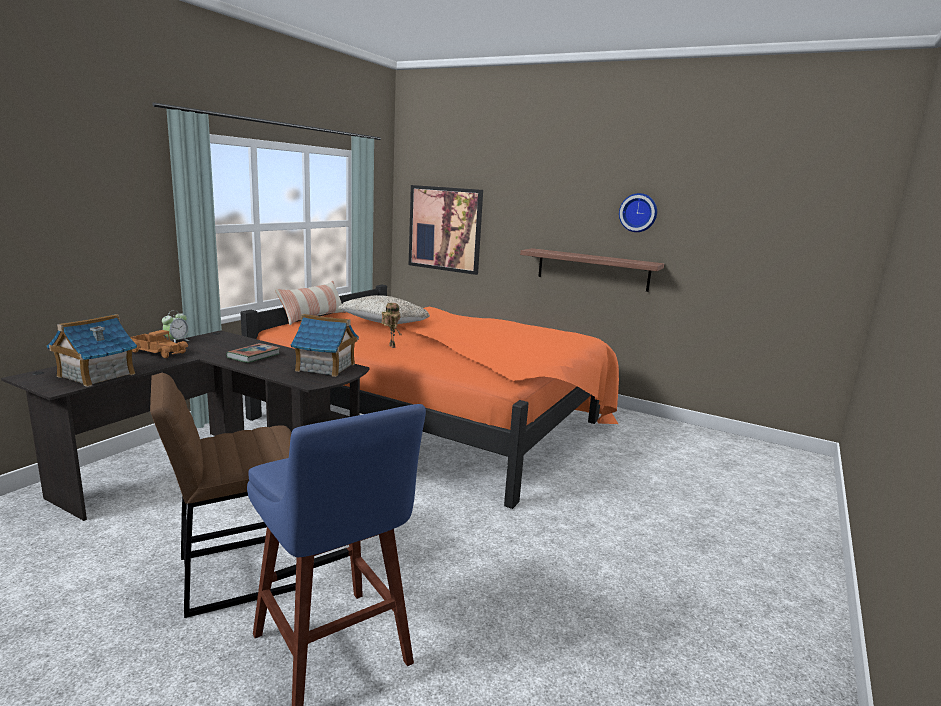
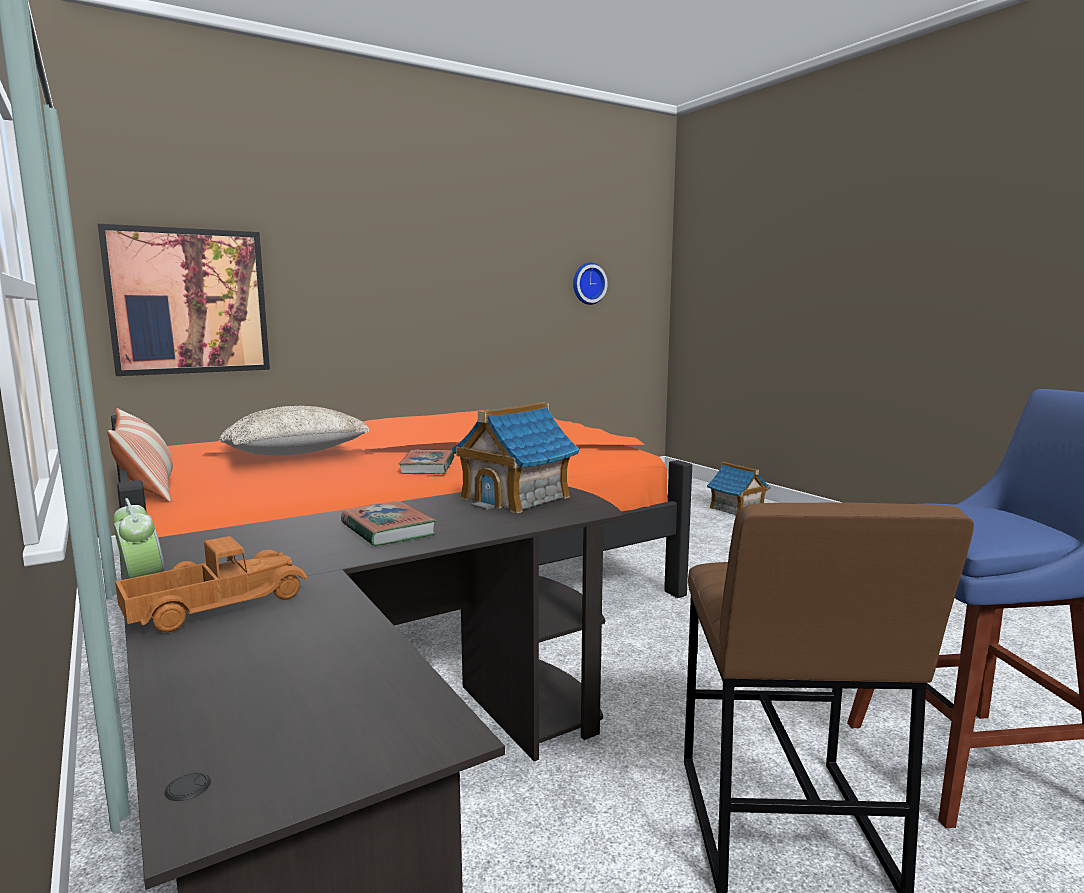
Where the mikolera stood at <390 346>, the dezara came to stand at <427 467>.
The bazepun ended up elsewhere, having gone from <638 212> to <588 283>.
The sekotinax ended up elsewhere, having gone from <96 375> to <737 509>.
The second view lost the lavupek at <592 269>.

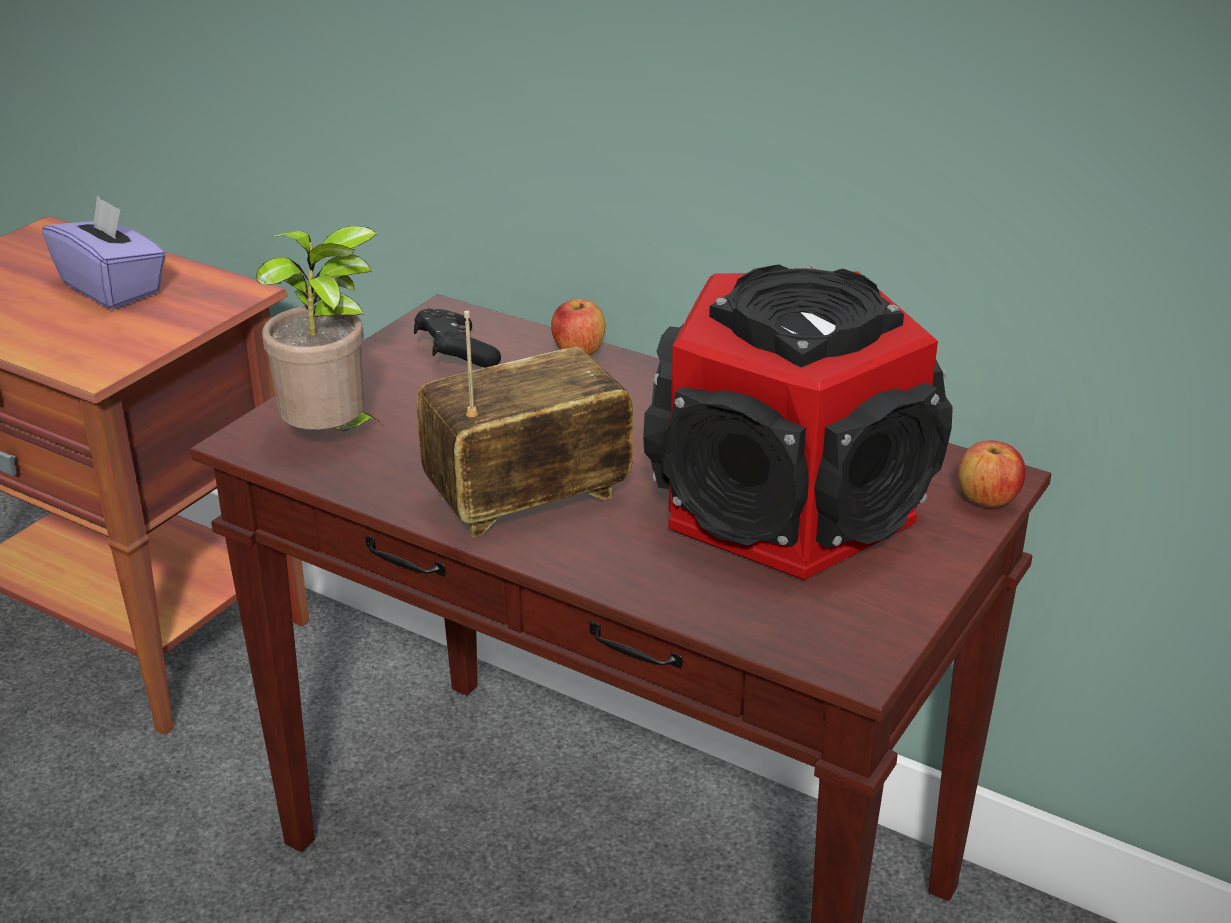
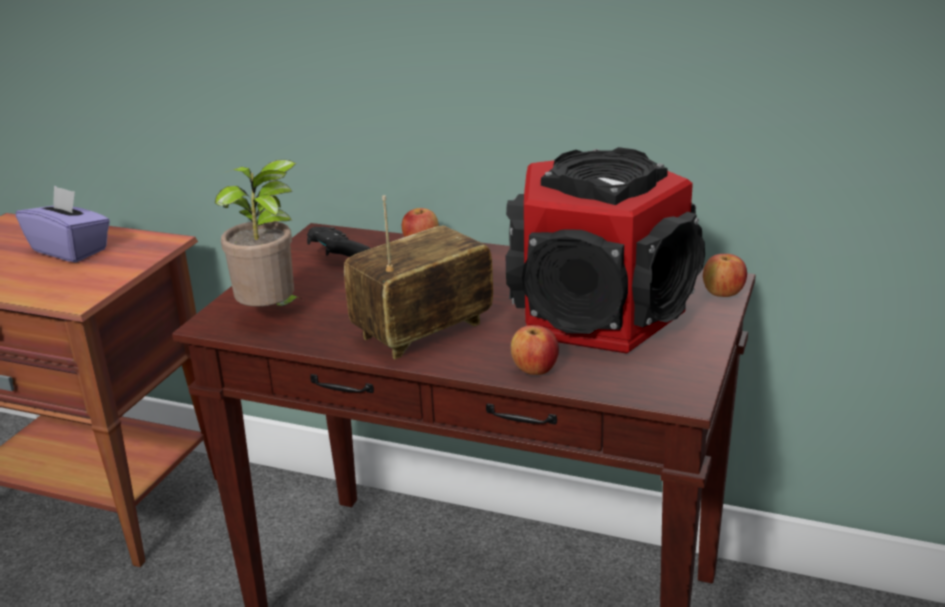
The second view gained the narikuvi at <535 370>.

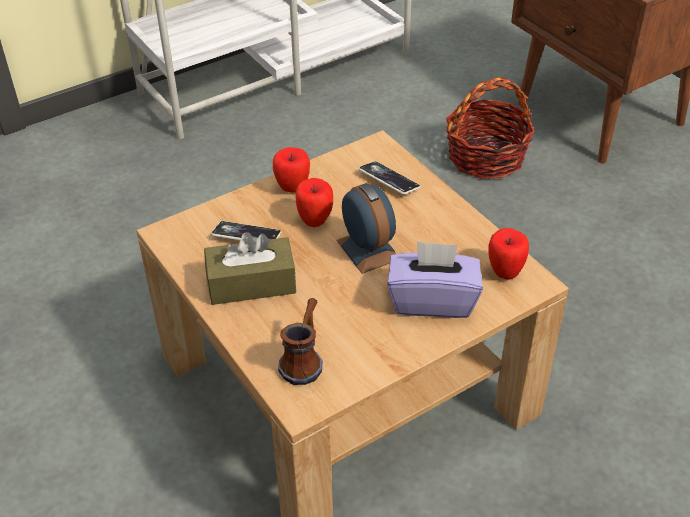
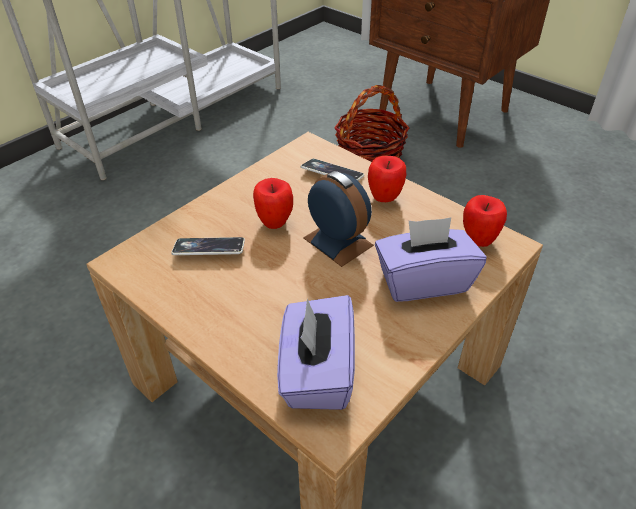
Where the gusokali stood at <304 359>, the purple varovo came to stand at <316 373>.
The narikuvi ended up elsewhere, having gone from <292 189> to <384 198>.
The second view lost the brown varovo at <251 284>.

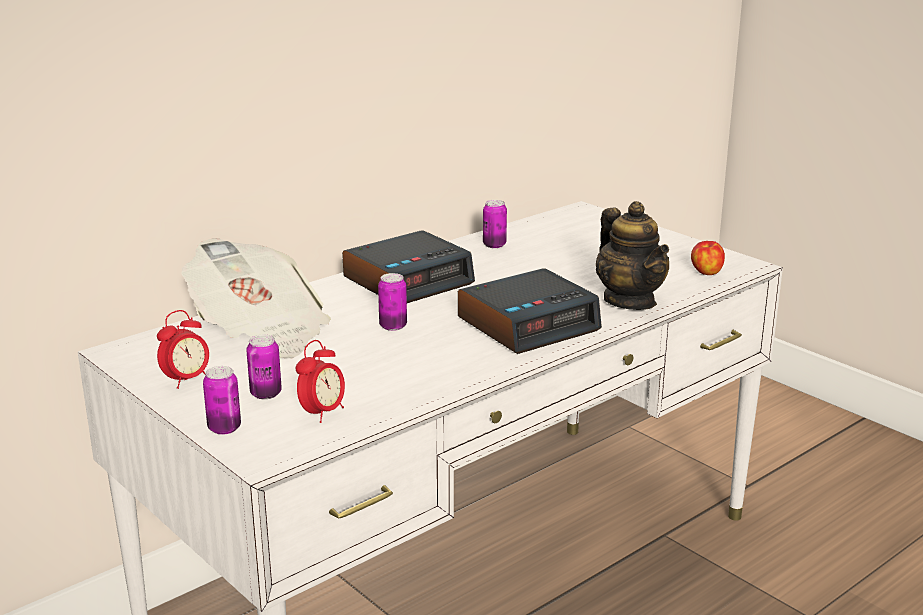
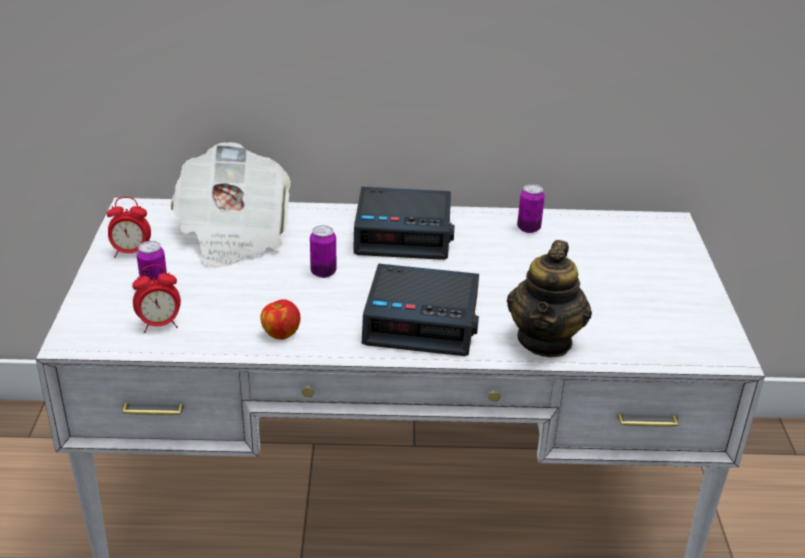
The narikuvi ended up elsewhere, having gone from <706 272> to <280 333>.
The second view lost the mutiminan at <224 428>.

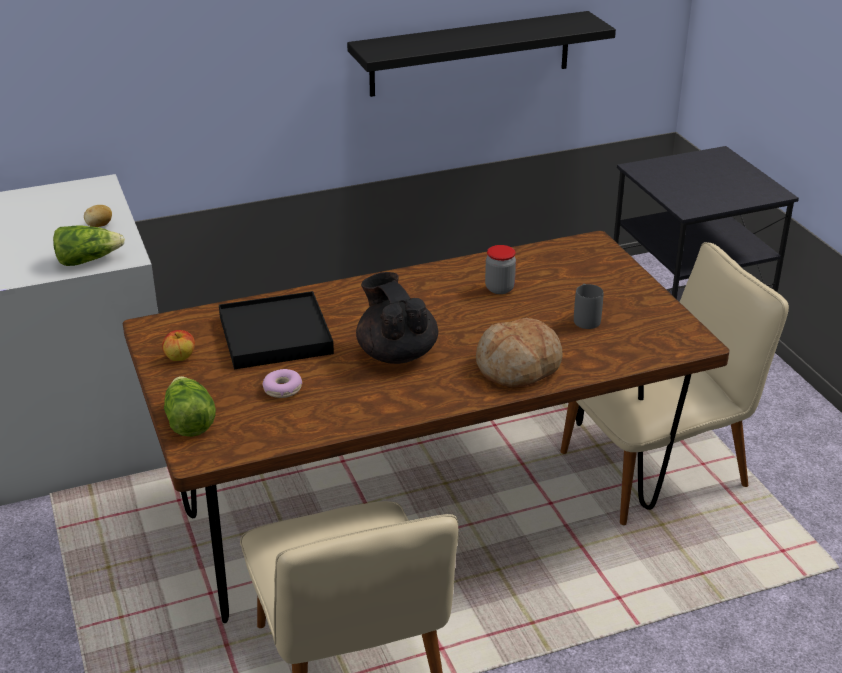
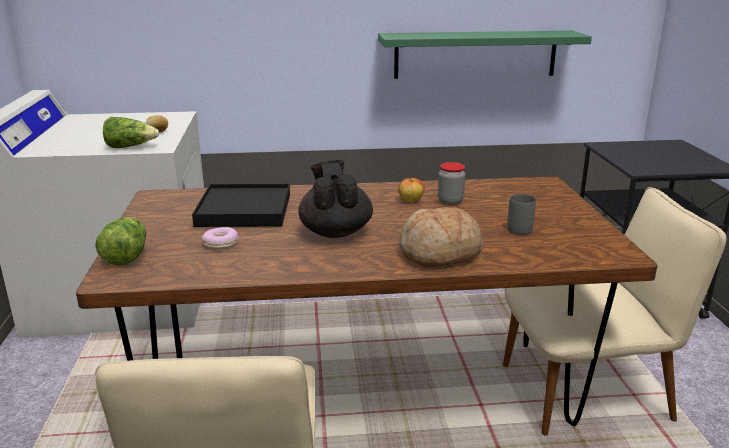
What was the black lavupek at <470 54> turned into the green lavupek at <475 54>.
The narikuvi ended up elsewhere, having gone from <180 357> to <411 200>.

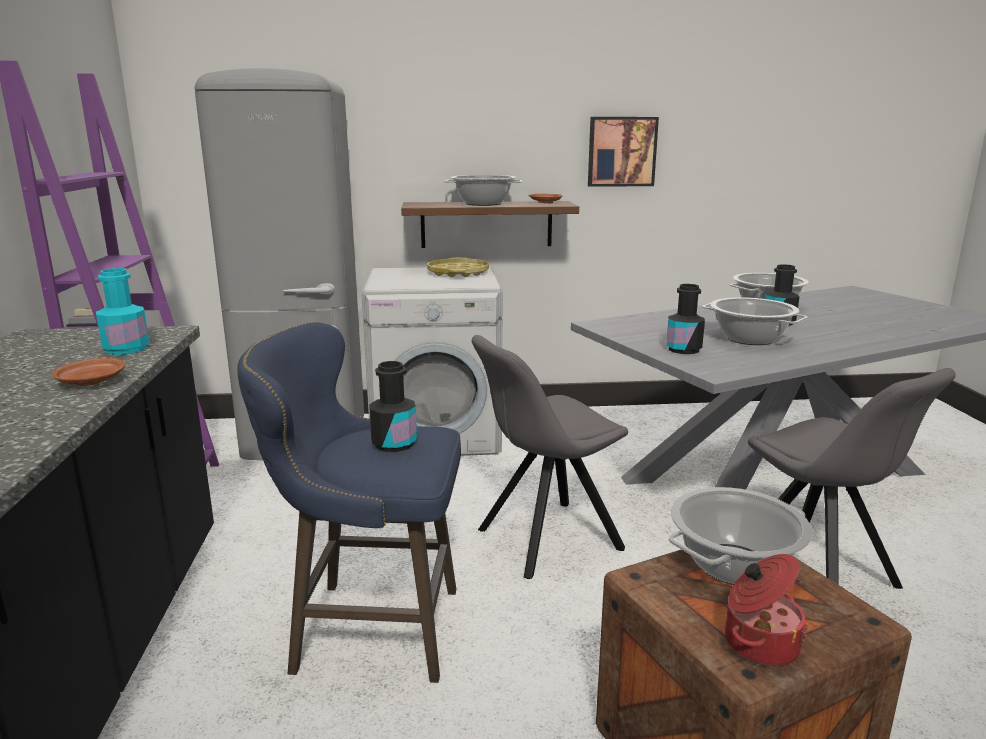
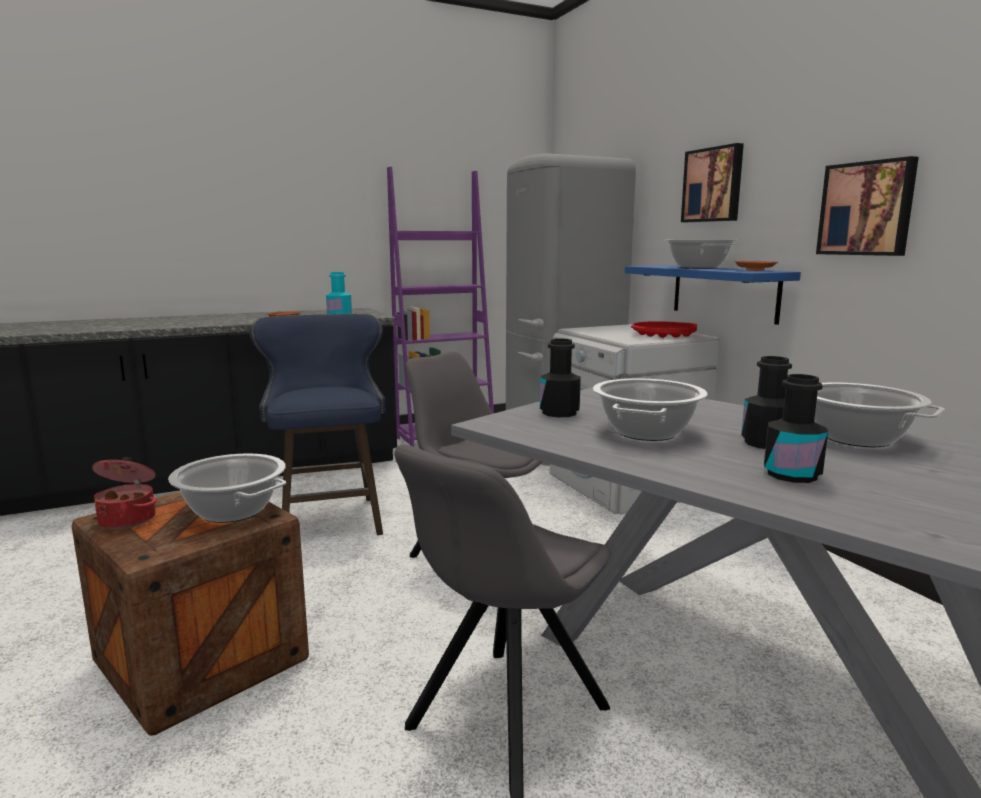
What was the brown lavupek at <486 224> turned into the blue lavupek at <724 292>.
What was the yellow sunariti at <458 273> turned into the red sunariti at <664 334>.
The second view gained the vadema at <713 185>.
The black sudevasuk ended up elsewhere, having gone from <394 443> to <791 474>.

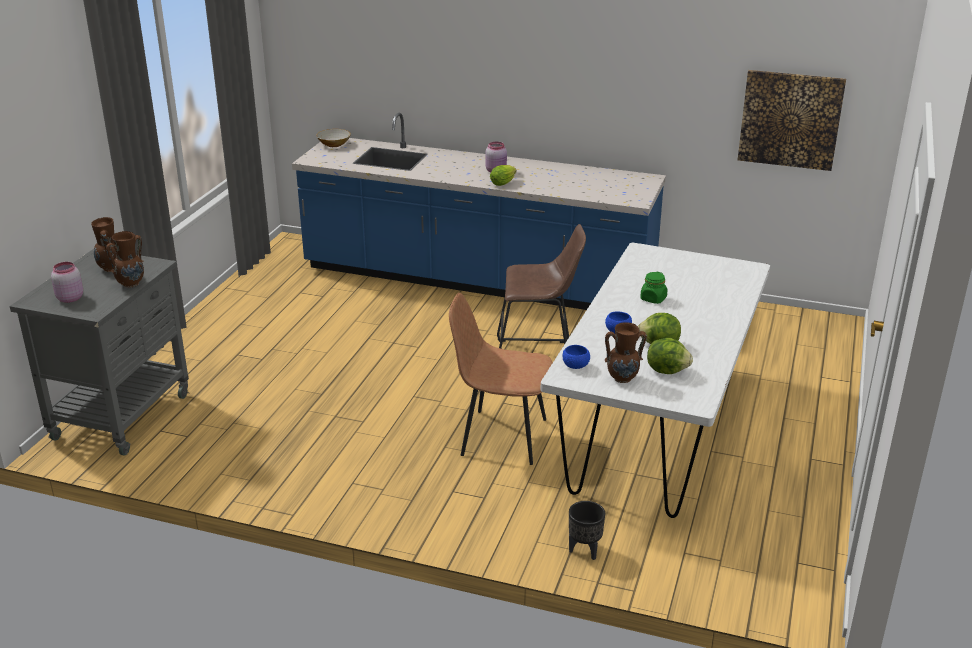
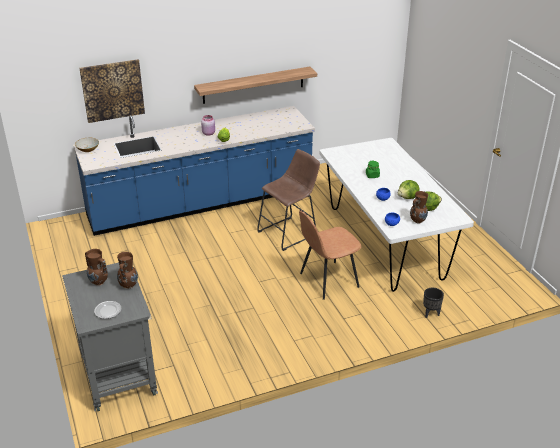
The vadema ended up elsewhere, having gone from <790 119> to <112 90>.
Where the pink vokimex stood at <69 298>, the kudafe came to stand at <107 311>.
The second view gained the lavupek at <253 85>.

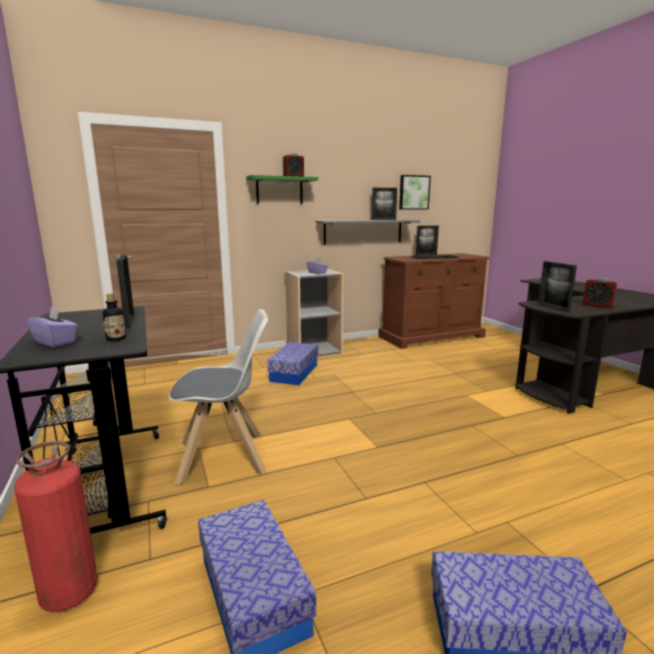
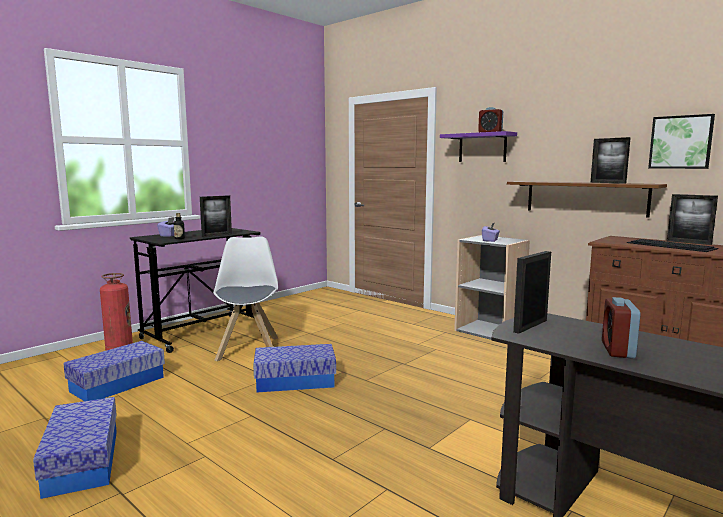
The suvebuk at <225 457> ended up facing another way, 150 degrees counterclockwise from before.
The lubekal ended up elsewhere, having gone from <294 373> to <295 381>.
What was the green lavupek at <279 190> turned into the purple lavupek at <482 147>.
What was the grey lavupek at <363 231> turned into the brown lavupek at <585 198>.

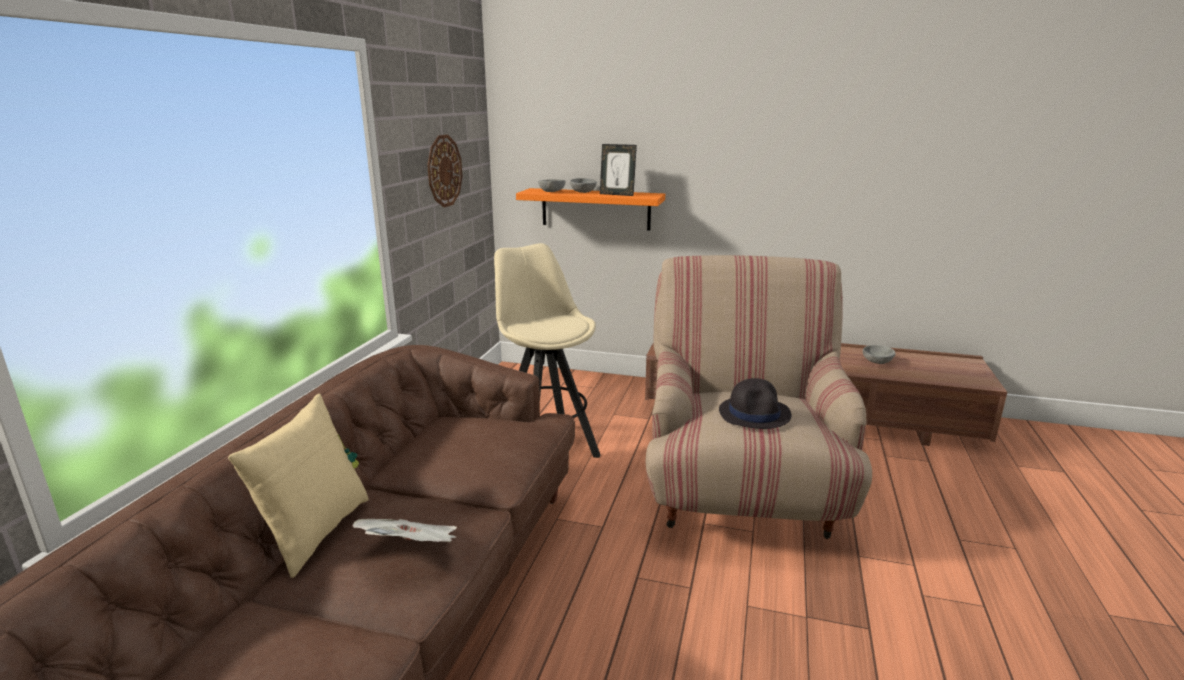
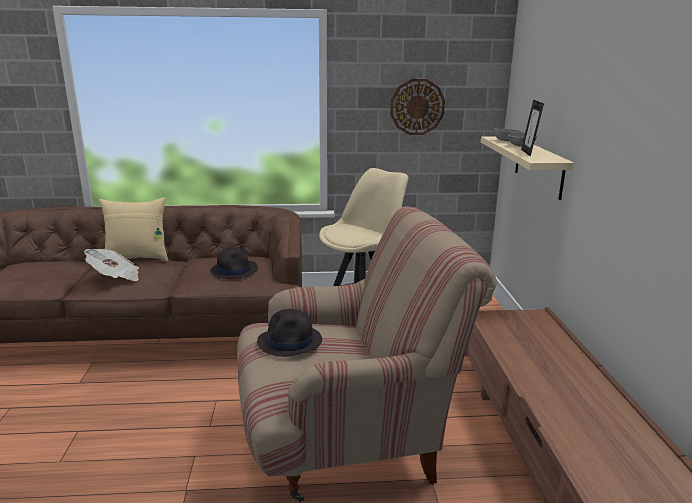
The second view gained the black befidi at <234 270>.
What was the orange lavupek at <595 209> turned into the beige lavupek at <539 166>.
The second view lost the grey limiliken at <877 362>.

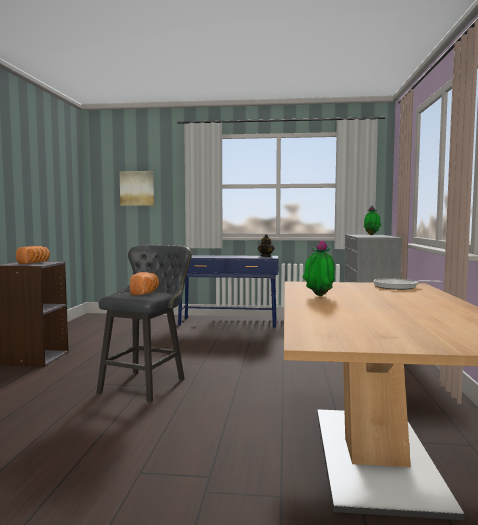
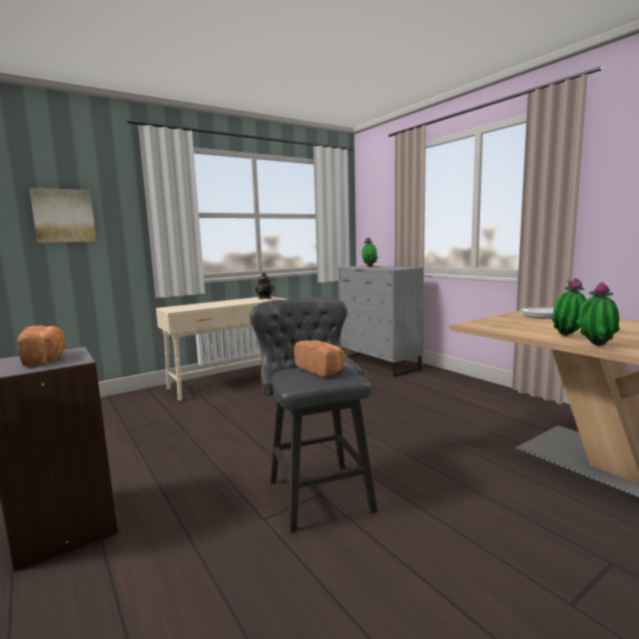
What was the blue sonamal at <228 323> turned into the beige sonamal at <231 382>.
The second view gained the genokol at <595 346>.

